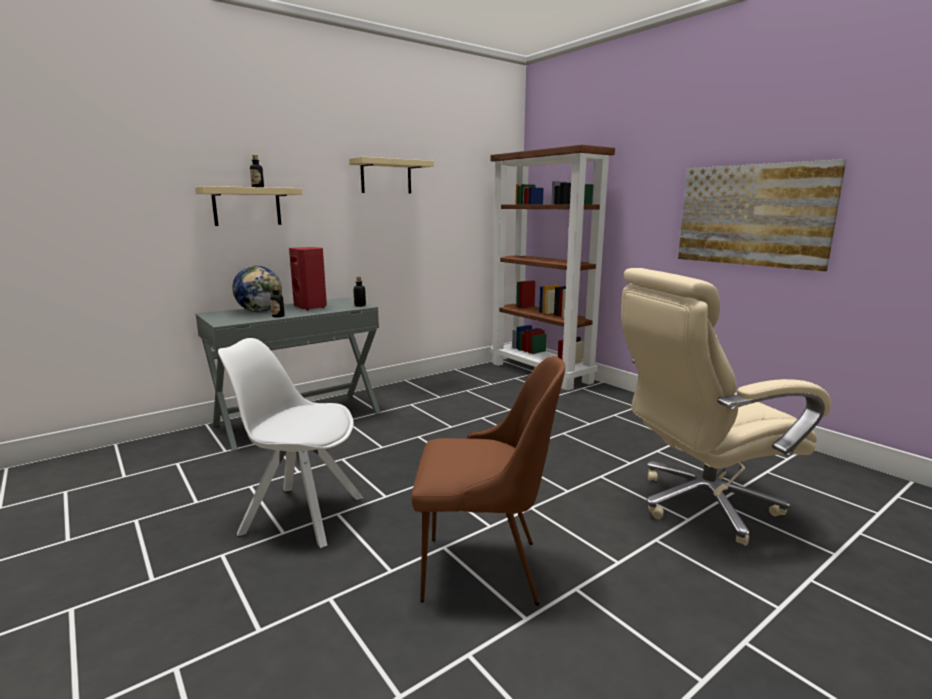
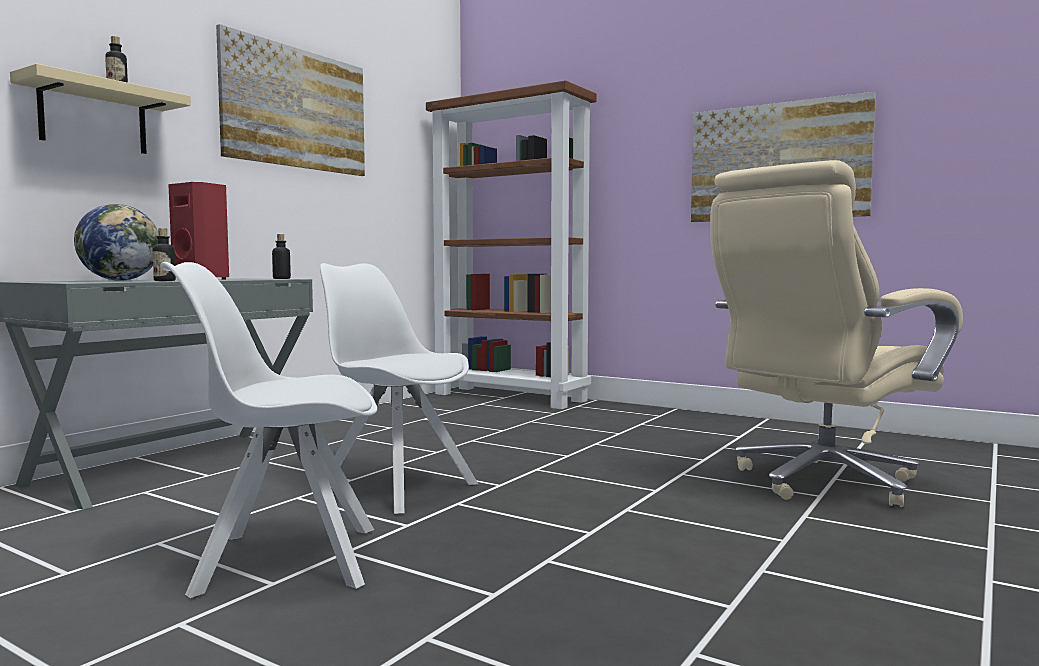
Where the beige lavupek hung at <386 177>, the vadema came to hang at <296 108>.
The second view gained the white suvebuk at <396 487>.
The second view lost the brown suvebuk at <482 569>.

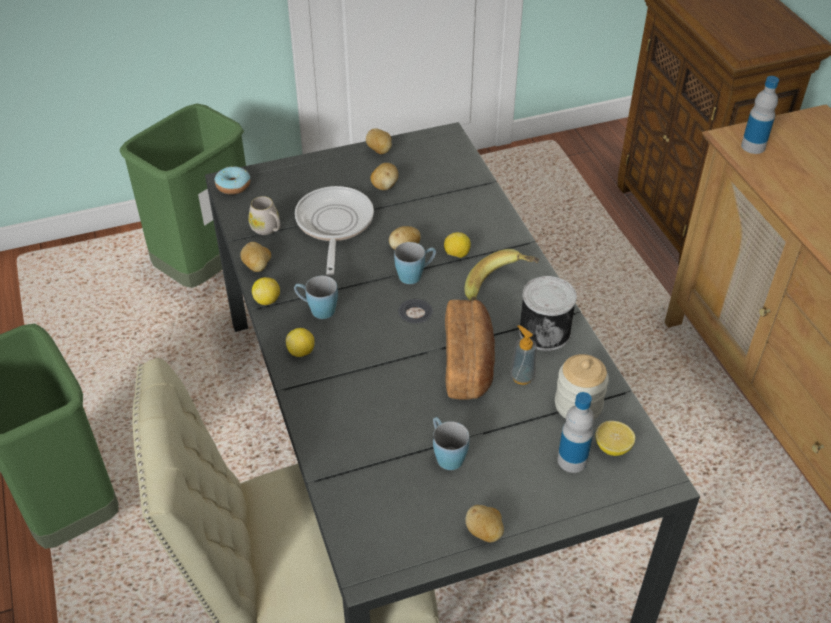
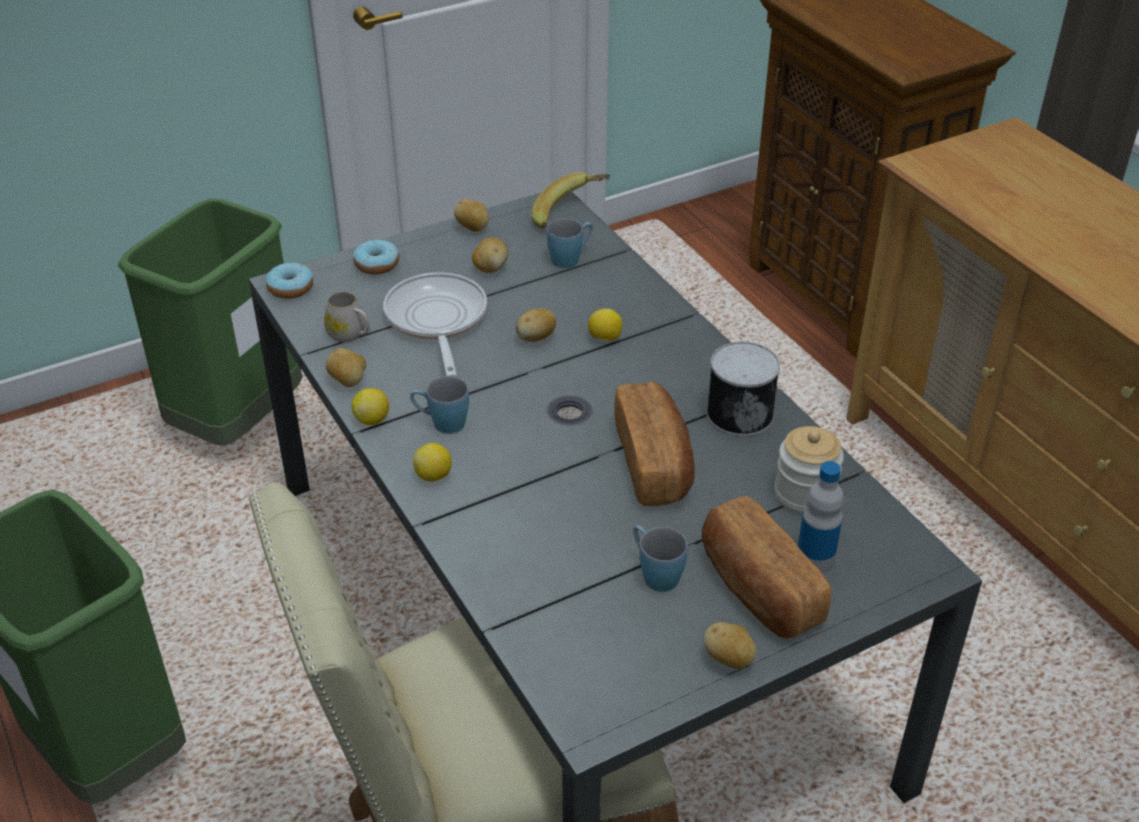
The second view gained the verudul at <377 264>.
The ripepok ended up elsewhere, having gone from <500 288> to <570 215>.
The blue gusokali ended up elsewhere, having gone from <415 274> to <571 258>.
The second view gained the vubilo at <758 589>.
The second view lost the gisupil at <522 377>.
The second view lost the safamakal at <612 447>.
The second view lost the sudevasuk at <753 146>.

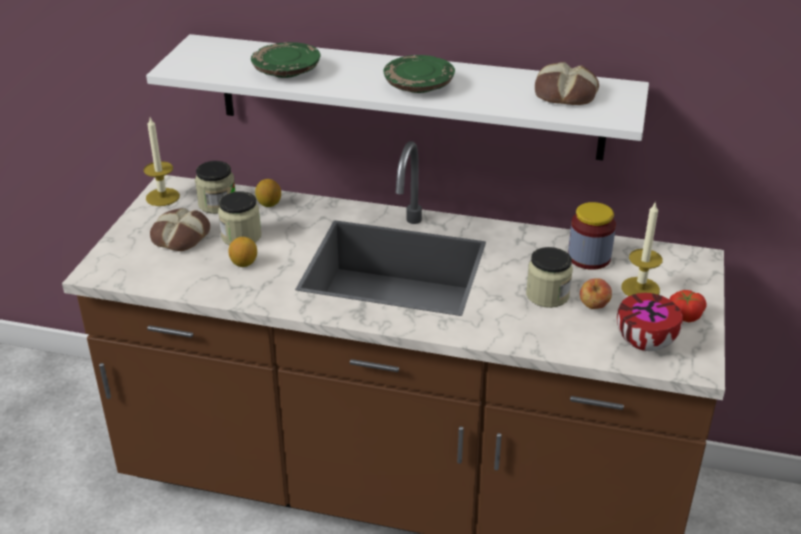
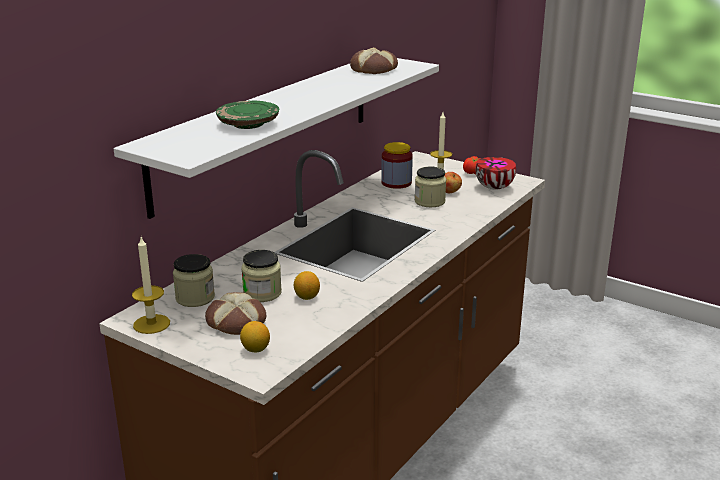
The safamakal ended up elsewhere, having gone from <269 204> to <255 349>.
The second view lost the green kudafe at <419 86>.

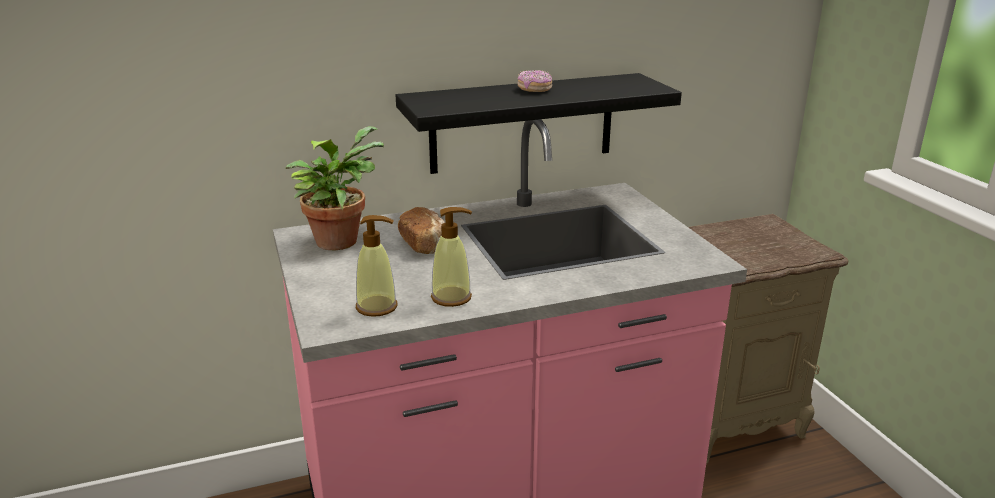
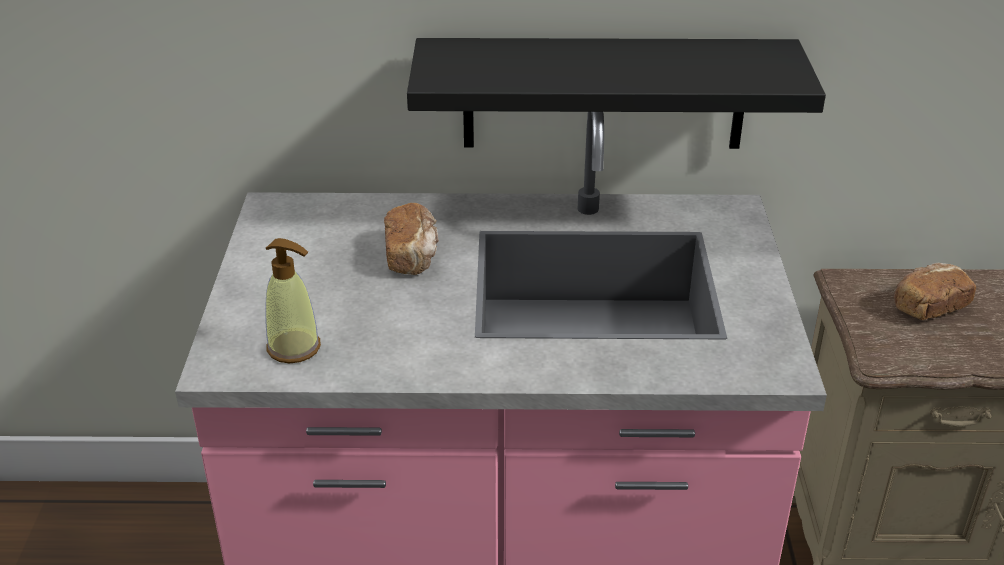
The second view gained the vubilo at <928 306>.
The second view lost the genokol at <339 239>.
The second view lost the gisupil at <451 297>.
The second view lost the verudul at <534 89>.

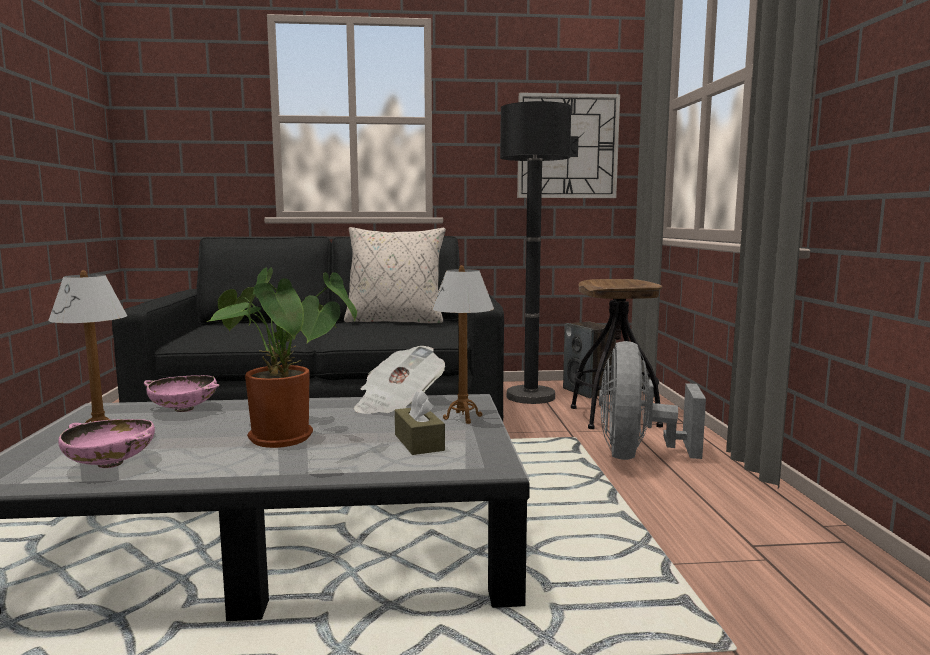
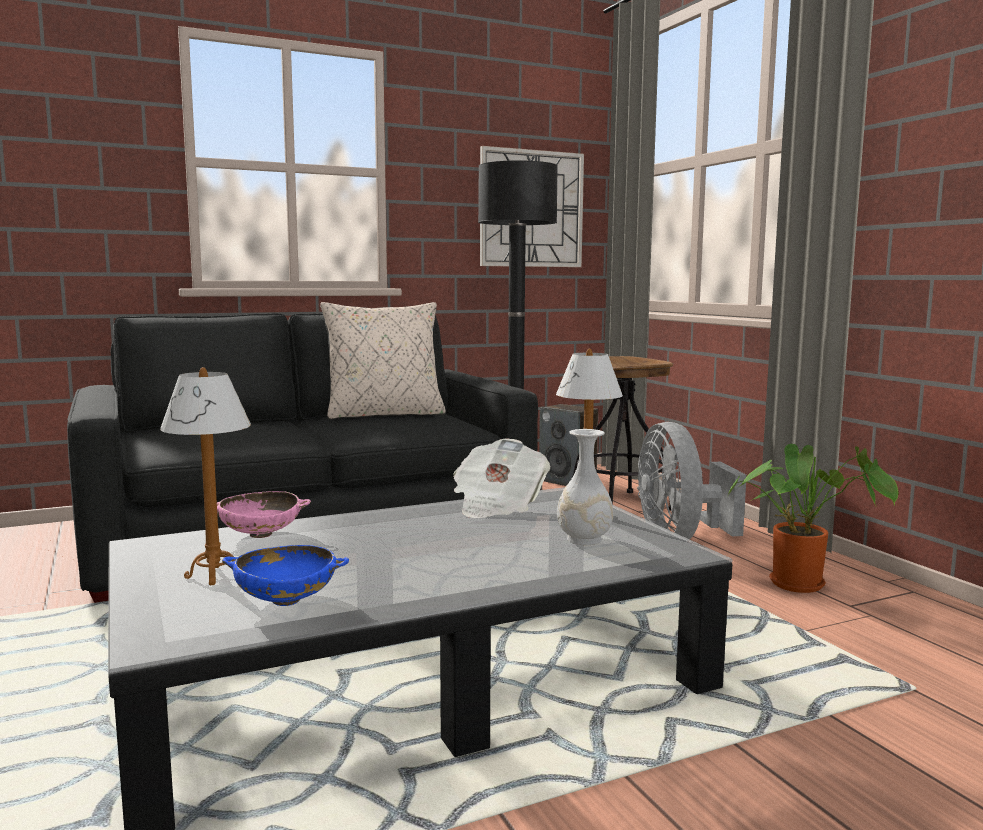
What was the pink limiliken at <111 464> turned into the blue limiliken at <286 600>.
Where the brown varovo stood at <419 442>, the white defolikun came to stand at <583 539>.
The genokol ended up elsewhere, having gone from <288 439> to <803 584>.

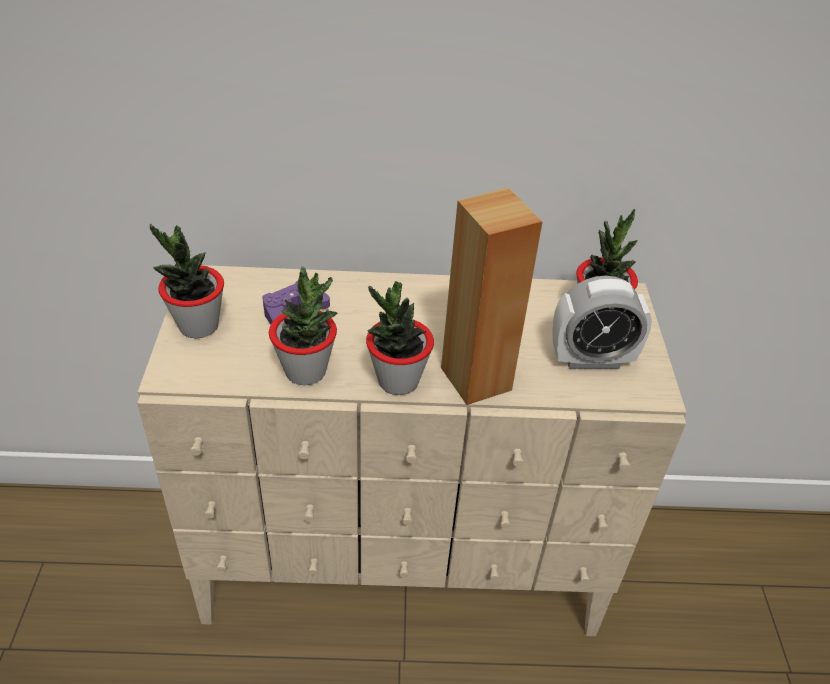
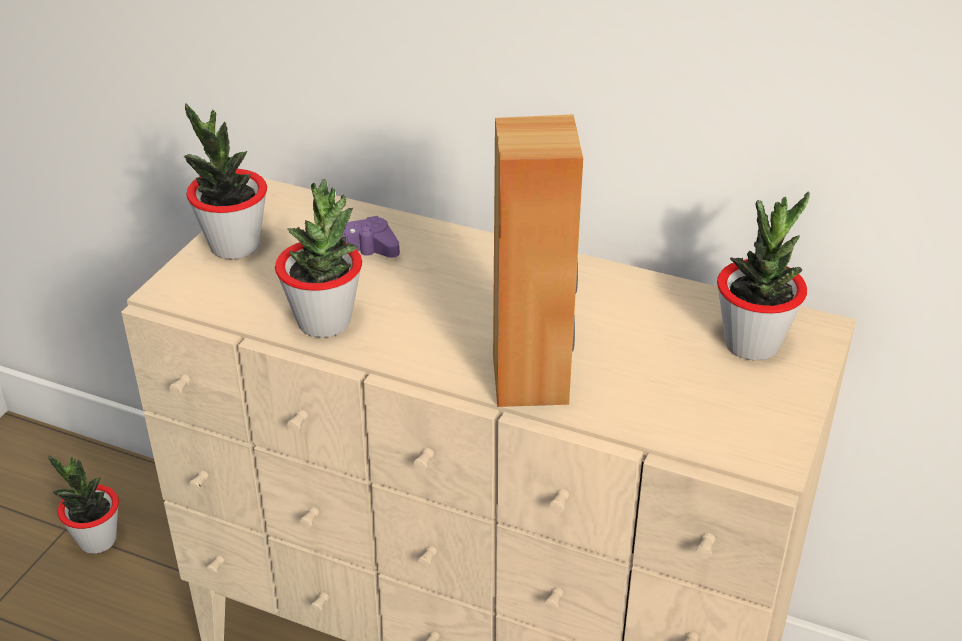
The genokol ended up elsewhere, having gone from <397 381> to <97 540>.
The second view lost the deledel at <591 359>.

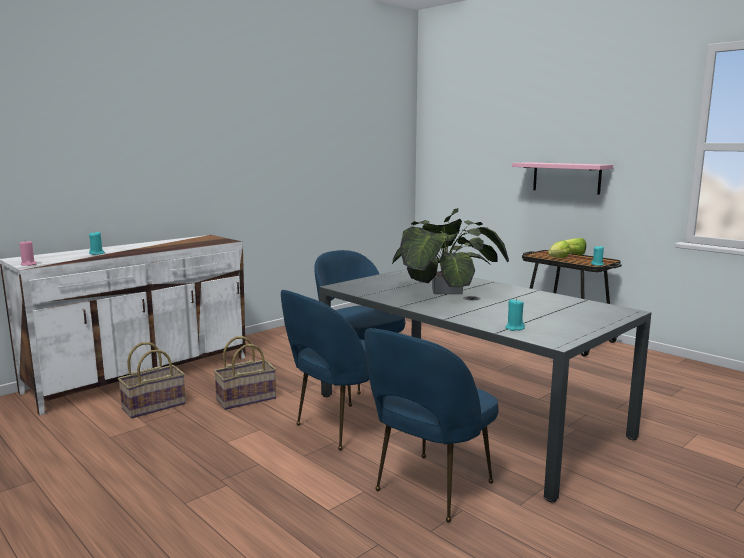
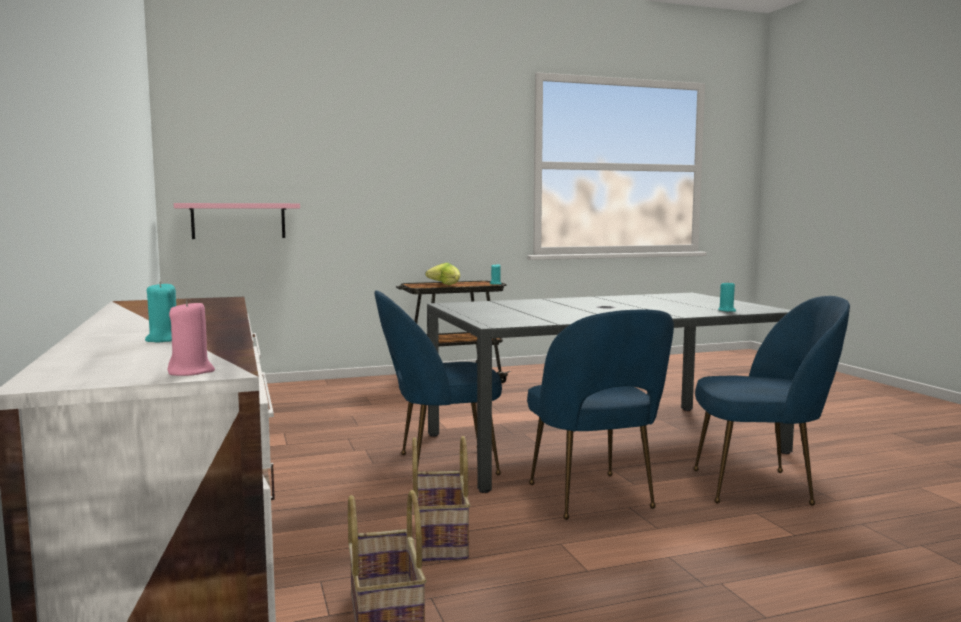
The pink lavupek ended up elsewhere, having gone from <566 177> to <238 221>.
The blue suvebuk at <428 491> ended up facing another way, 60 degrees counterclockwise from before.
The second view lost the genokol at <446 290>.

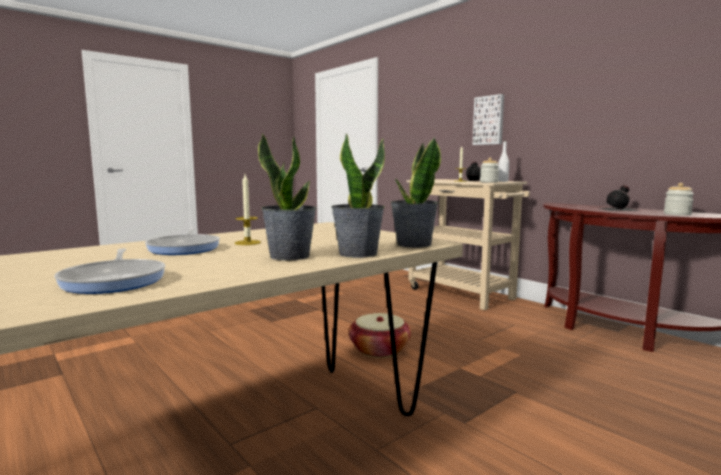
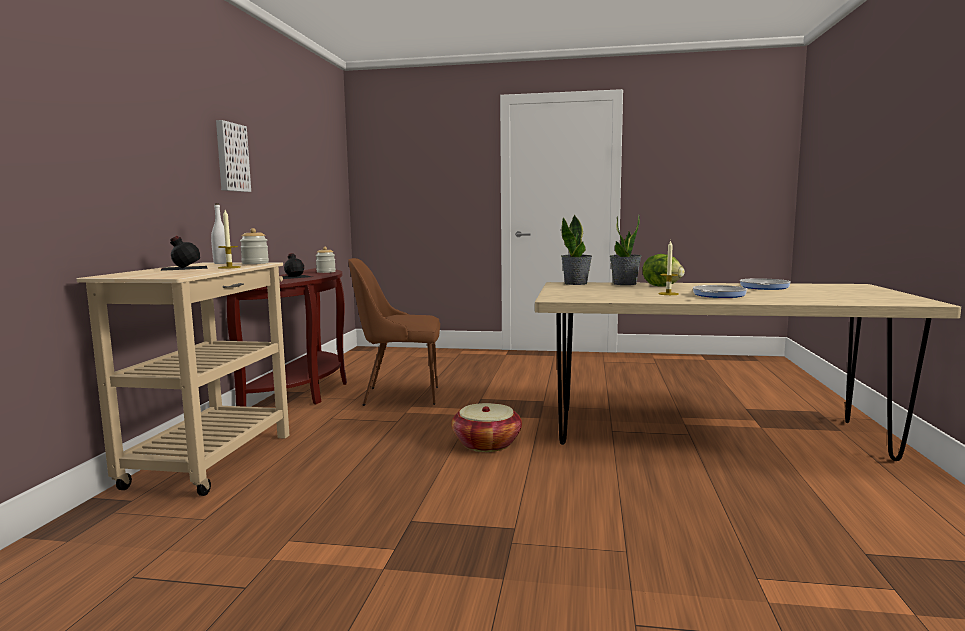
The vadema ended up elsewhere, having gone from <489 120> to <231 157>.
The second view gained the brown suvebuk at <401 396>.
Where the genokol stood at <290 256>, the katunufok came to stand at <662 286>.

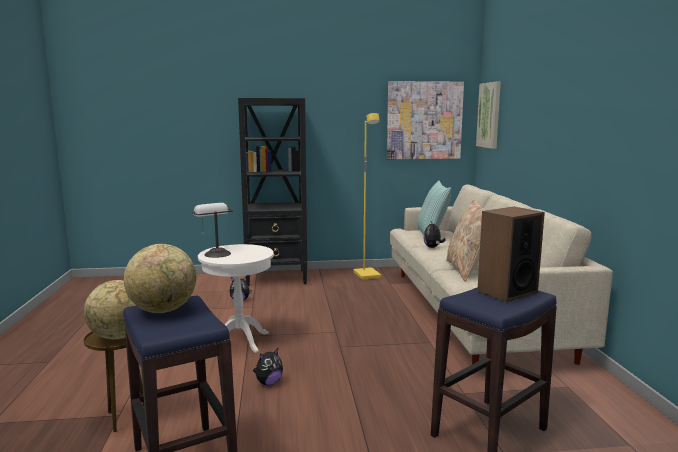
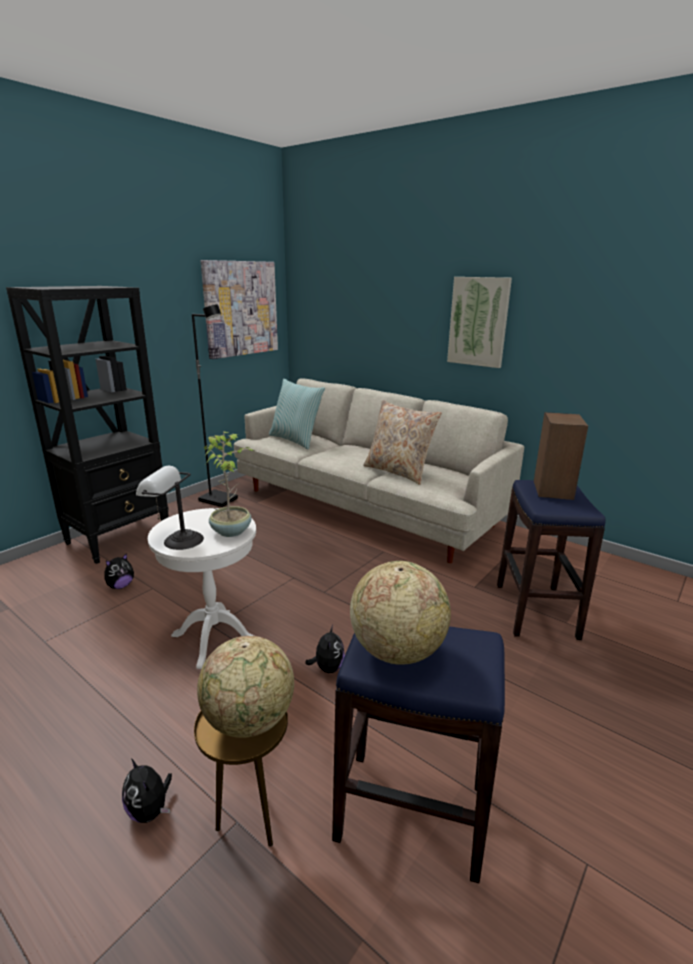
The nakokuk ended up elsewhere, having gone from <433 247> to <150 810>.
What was the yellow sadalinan at <367 275> turned into the black sadalinan at <219 500>.
The second view gained the genokol at <232 531>.
The vadema ended up elsewhere, having gone from <489 115> to <478 322>.

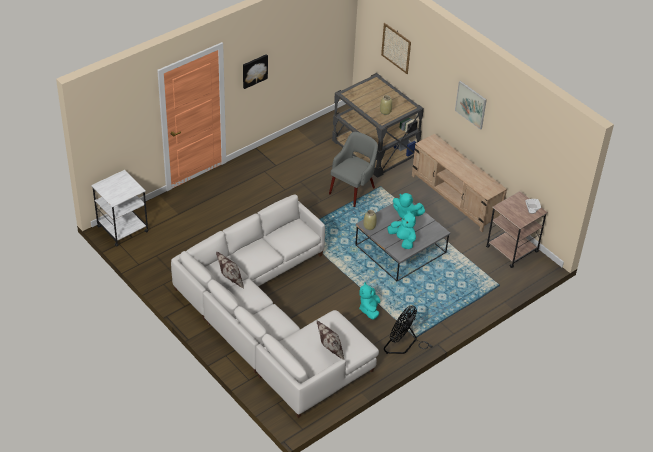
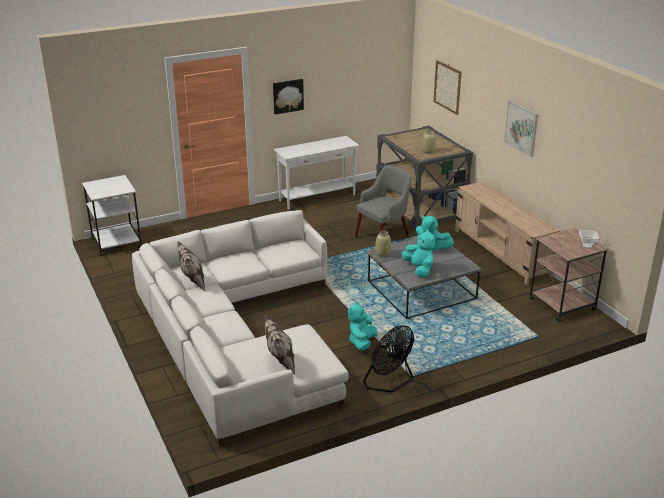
The second view gained the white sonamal at <317 197>.

